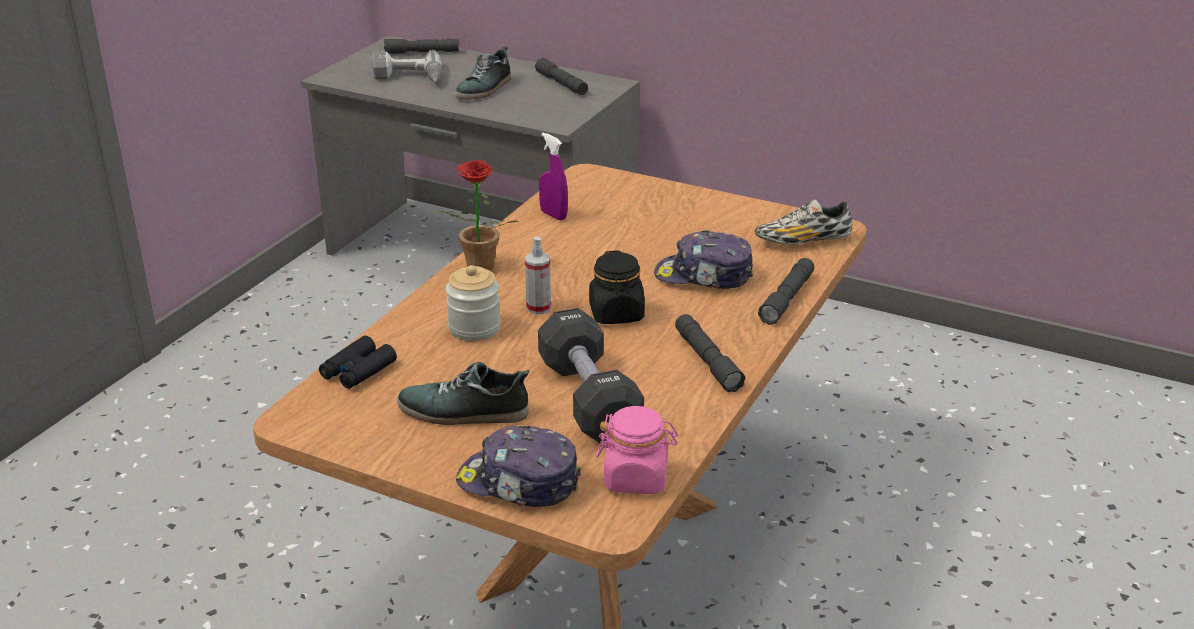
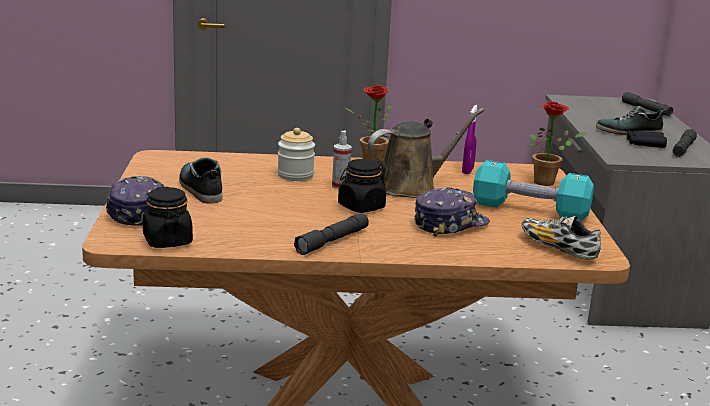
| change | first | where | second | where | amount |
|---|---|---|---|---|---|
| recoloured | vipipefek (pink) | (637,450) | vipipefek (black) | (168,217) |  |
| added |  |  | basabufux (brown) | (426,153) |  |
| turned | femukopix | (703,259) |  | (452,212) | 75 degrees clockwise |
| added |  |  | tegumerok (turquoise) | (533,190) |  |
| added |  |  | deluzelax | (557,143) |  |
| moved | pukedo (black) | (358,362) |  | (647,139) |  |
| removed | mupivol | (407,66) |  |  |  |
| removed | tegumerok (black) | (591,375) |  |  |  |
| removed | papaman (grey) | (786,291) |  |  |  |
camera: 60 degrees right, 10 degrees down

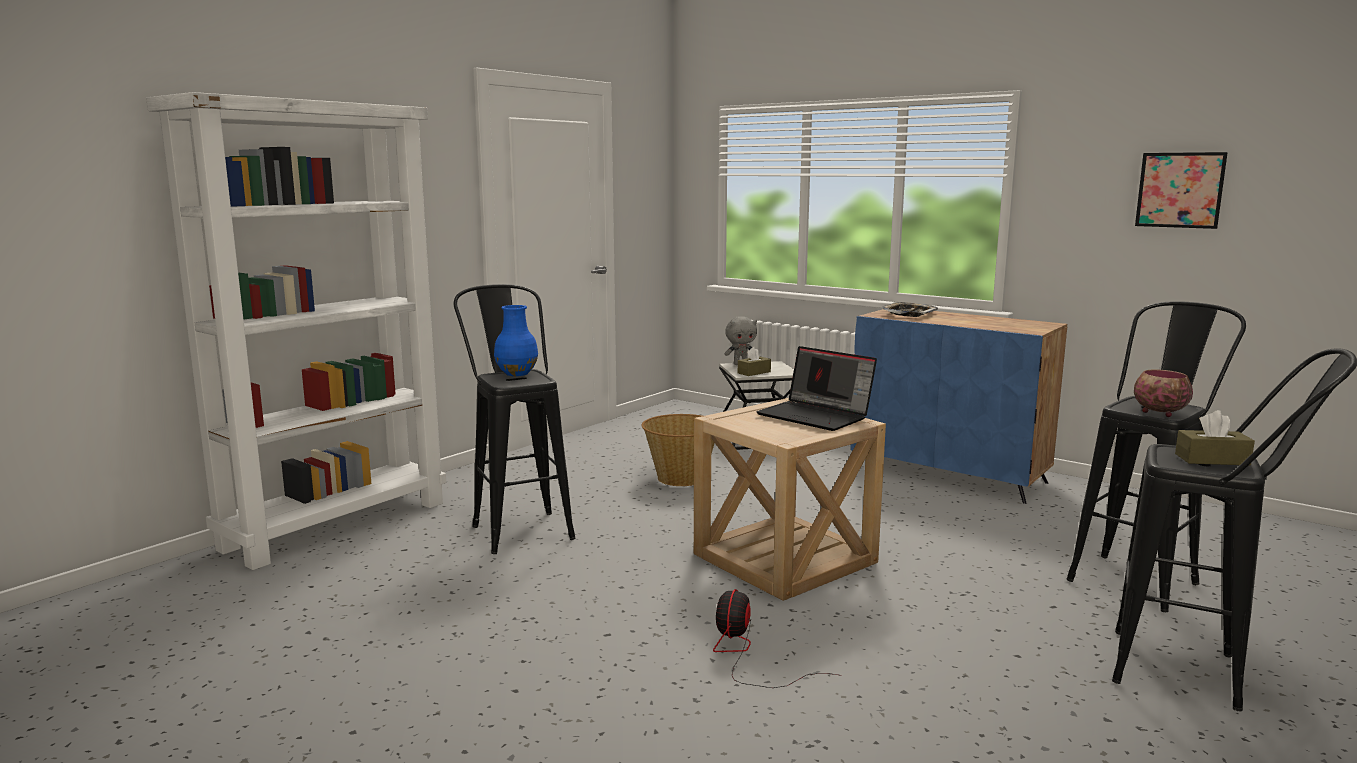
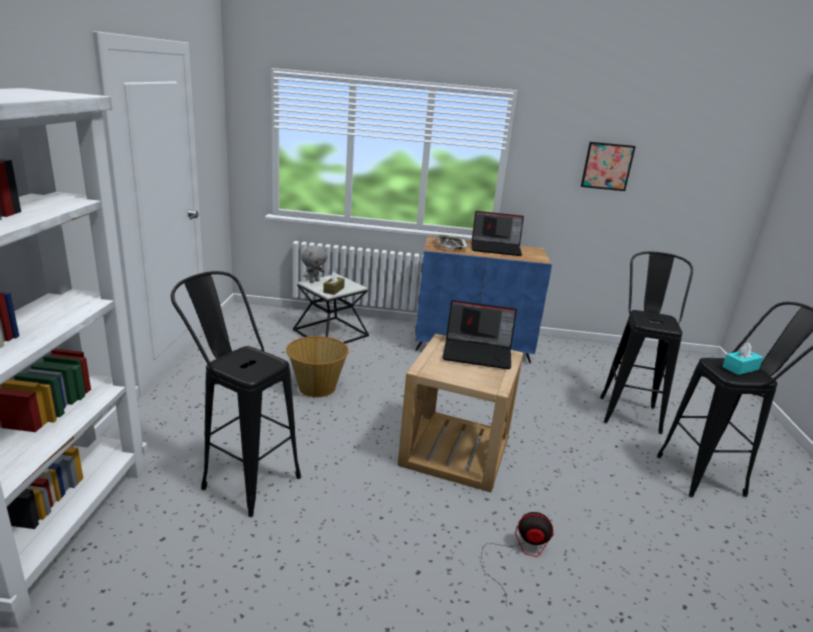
| change | first | where | second | where | amount |
|---|---|---|---|---|---|
| added |  |  | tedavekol | (498,233) |  |
| turned | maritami | (777,638) |  | (517,559) | 120 degrees clockwise |
| recoloured | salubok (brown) | (1215,438) | salubok (turquoise) | (742,358) |  |
| removed | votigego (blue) | (516,340) |  |  |  |
| removed | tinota | (1163,393) |  |  |  |
camera: 35 degrees left, 10 degrees up

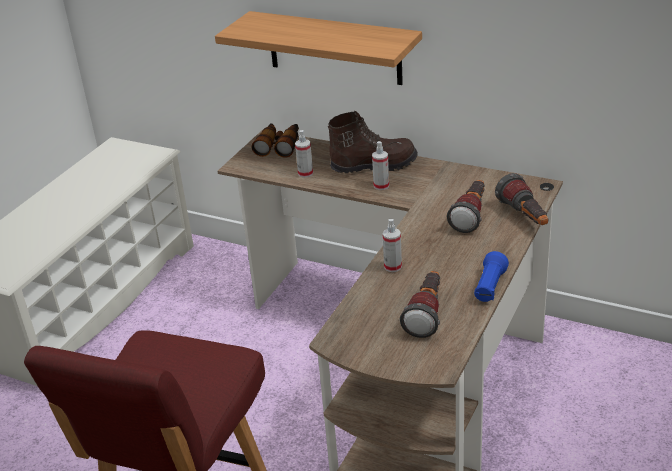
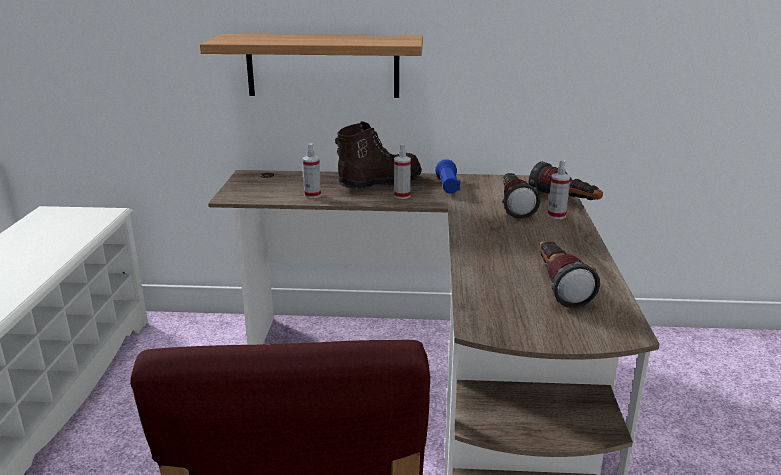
| change | first | where | second | where | amount |
|---|---|---|---|---|---|
| moved | papaman (blue) | (491,276) |  | (447,176) |  |
| moved | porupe | (392,245) |  | (559,189) |  |
| removed | pukedo | (275,140) |  |  |  |
camera: 25 degrees left, 10 degrees down

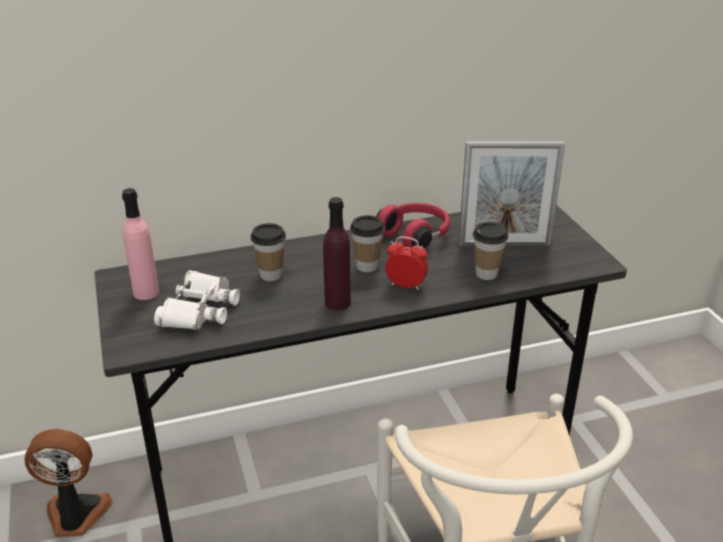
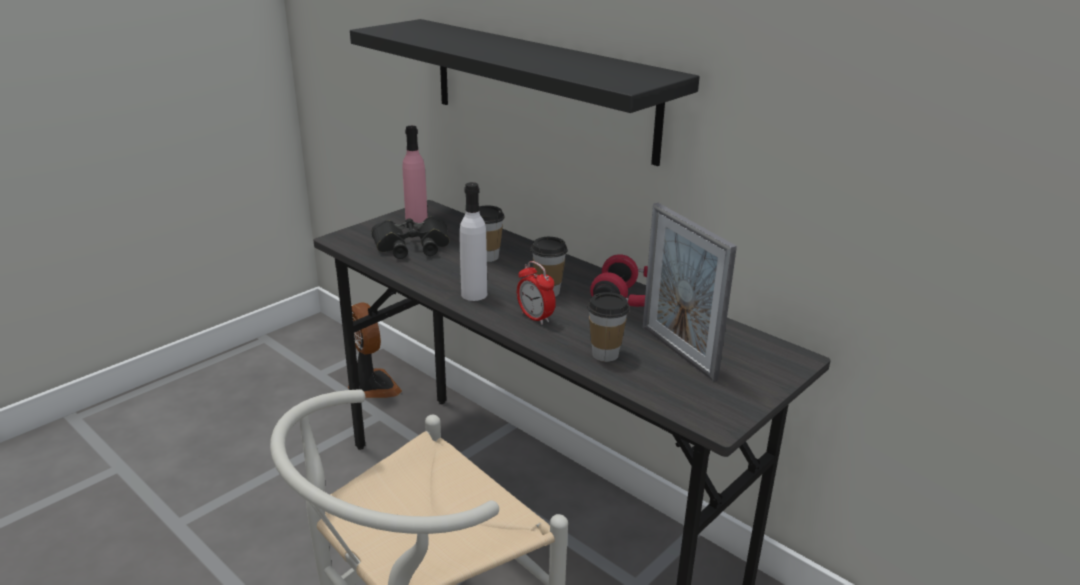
| change | first | where | second | where | amount |
|---|---|---|---|---|---|
| added |  |  | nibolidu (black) | (525,92) |  |
| recoloured | pukedo (white) | (197,300) | pukedo (black) | (411,237) |  |
| recoloured | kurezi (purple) | (337,253) | kurezi (white) | (473,241) |  |
| turned | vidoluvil | (406,263) |  | (536,293) | 150 degrees clockwise |
camera: 60 degrees right, 5 degrees down

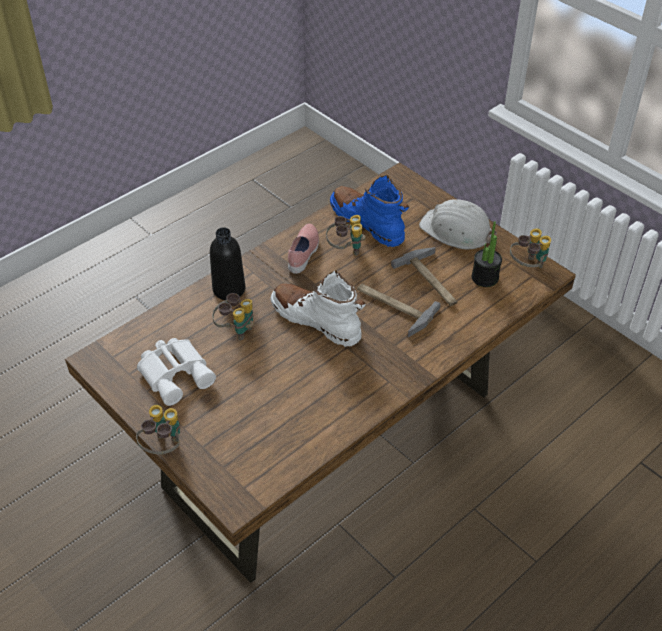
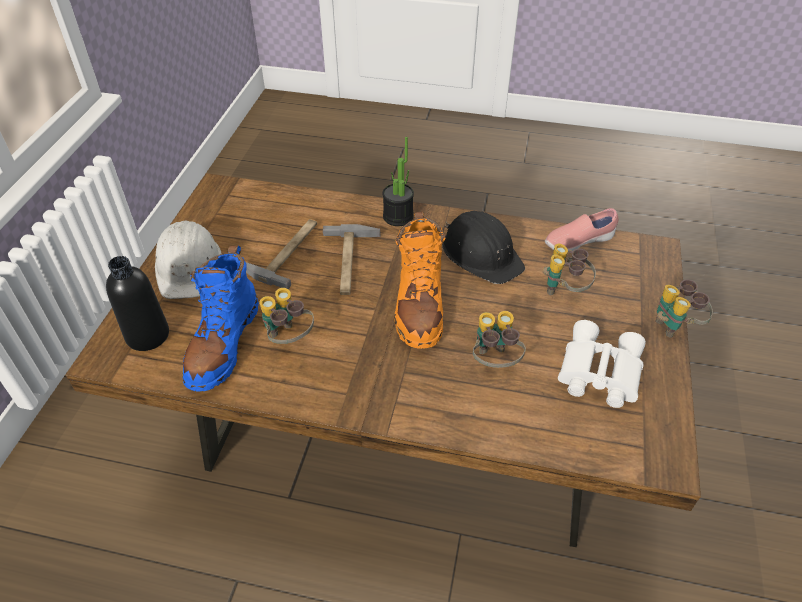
| change | first | where | second | where | amount |
|---|---|---|---|---|---|
| moved | kurezi (black) | (227,263) |  | (137,303) |  |
| moved | deluzelax | (487,254) |  | (398,181) |  |
| recoloured | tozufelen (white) | (317,309) | tozufelen (orange) | (420,280) |  |
| added |  |  | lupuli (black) | (483,247) |  |
| moved | pukedo | (530,248) |  | (569,269) |  |
| moved | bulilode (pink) | (303,249) |  | (582,229) |  |
camera: 125 degrees left, 0 degrees up

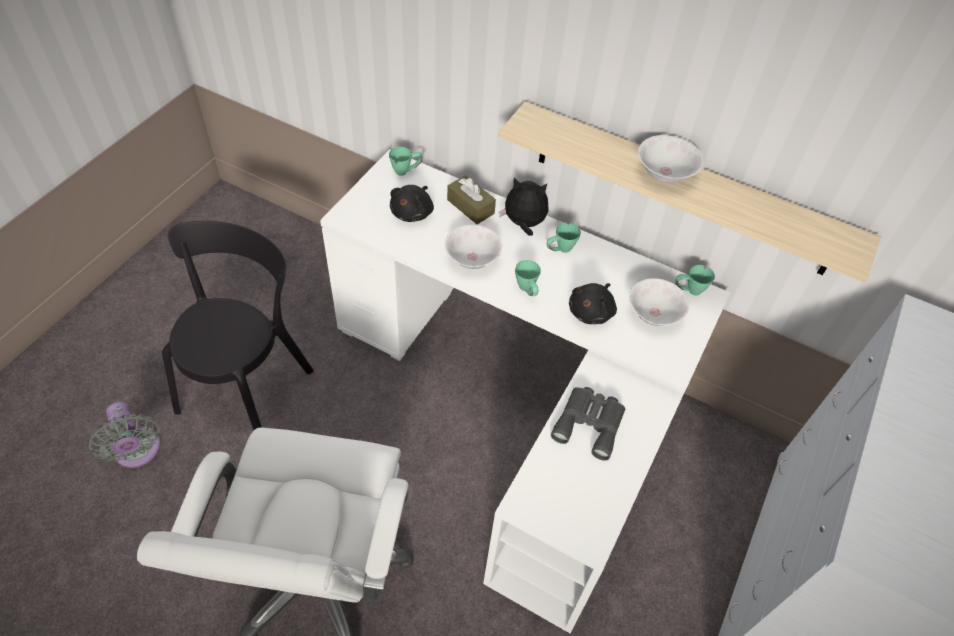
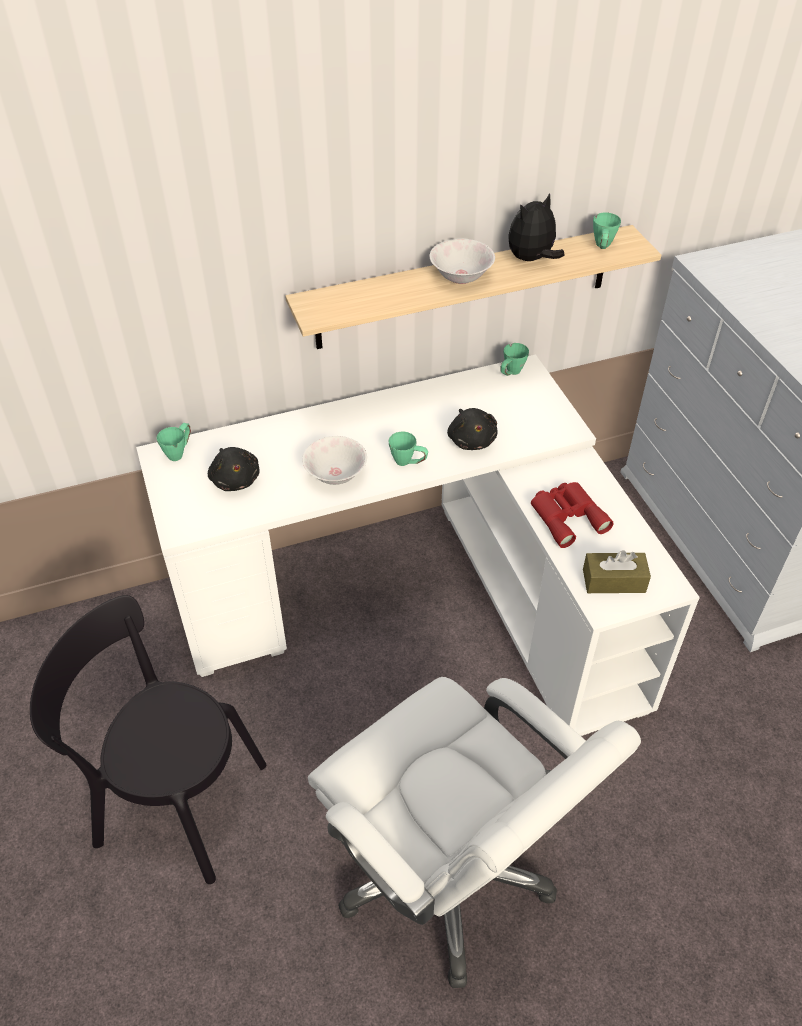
| change | first | where | second | where | amount |
|---|---|---|---|---|---|
| turned | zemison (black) | (238,325) |  | (148,739) | 45 degrees counterclockwise |
| moved | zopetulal | (523,206) |  | (536,227) |  |
| recoloured | pukedo (grey) | (588,424) | pukedo (red) | (572,515) |  |
| moved | salubok (brown) | (471,199) |  | (617,571) |  |
| moved | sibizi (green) | (564,237) |  | (607,231) |  |
| removed | maritami (grey) | (125,435) |  |  |  |
| removed | tinota (white) | (659,302) |  |  |  |
camera: 45 degrees left, 5 degrees down

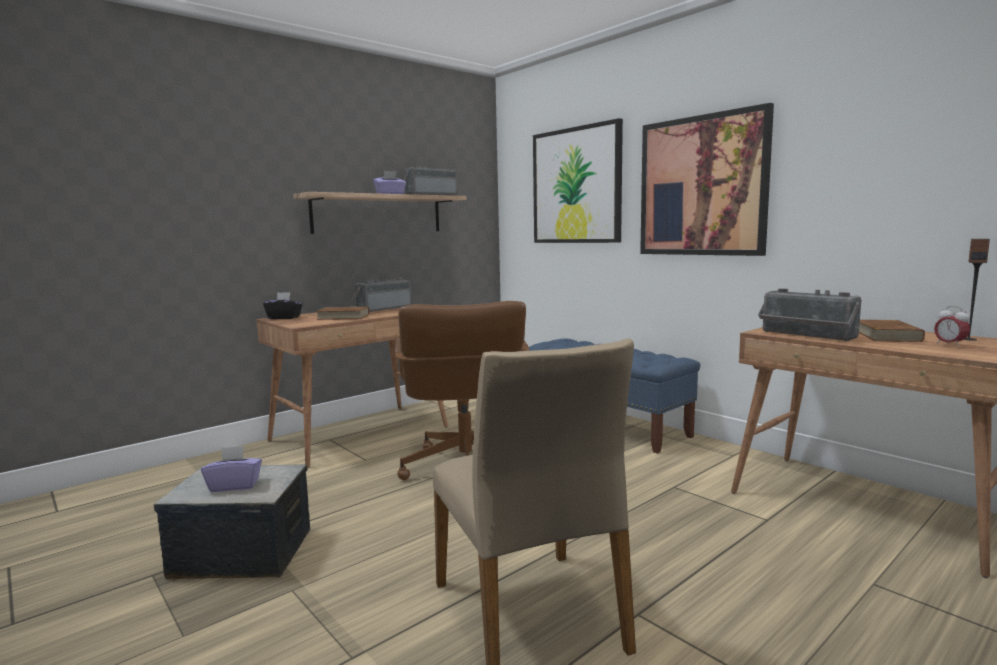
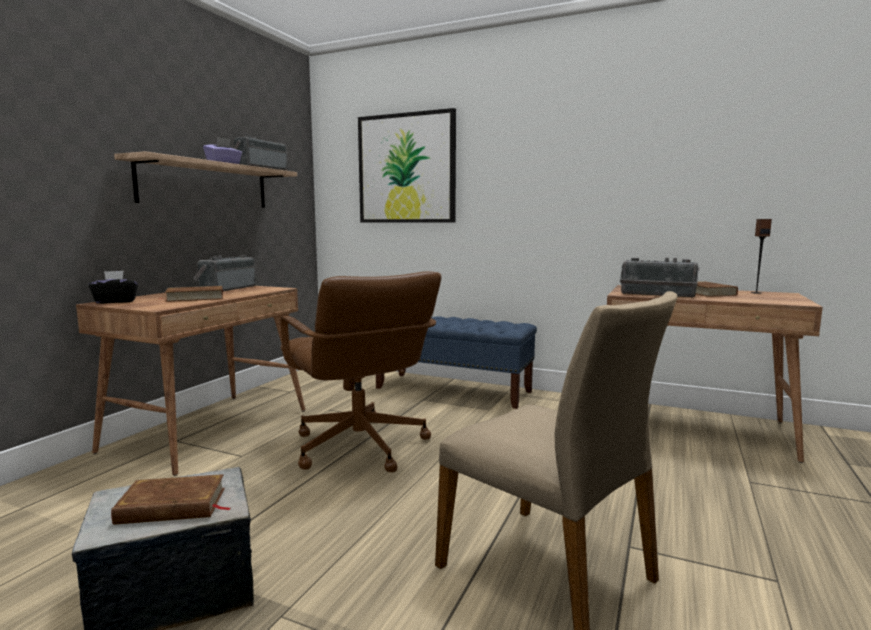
| change | first | where | second | where | amount |
|---|---|---|---|---|---|
| replaced | salubok (purple) | (231,469) | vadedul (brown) | (170,499) |  |
| removed | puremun | (707,179) |  |  |  |
| removed | vidoluvil | (952,326) |  |  |  |
camera: 25 degrees left, 0 degrees up

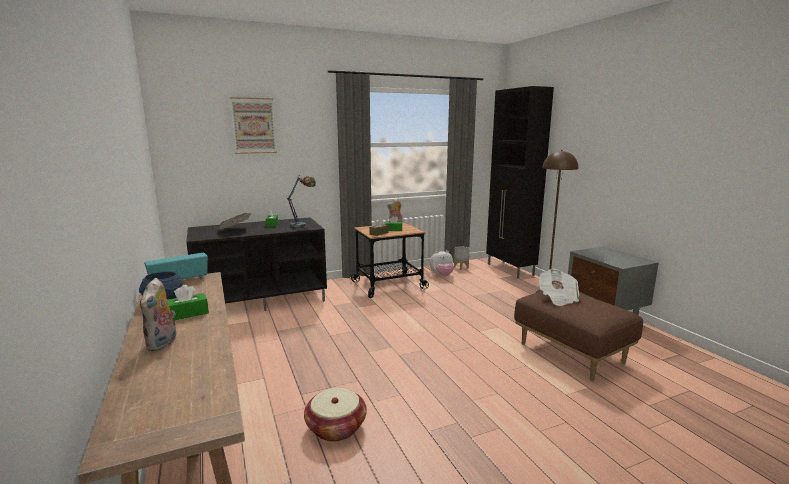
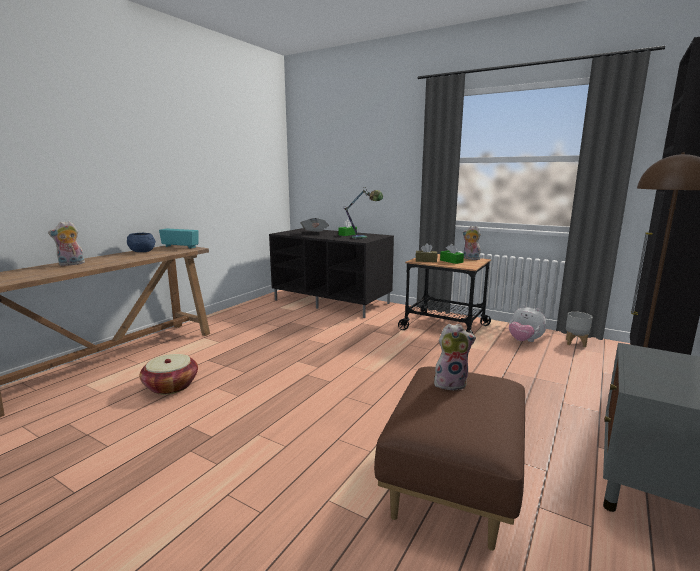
| change | first | where | second | where | amount |
|---|---|---|---|---|---|
| replaced | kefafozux | (558,287) | zopetulal | (455,357) |  |
| removed | salubok (green) | (188,302) |  |  |  |
| removed | puremun | (253,125) |  |  |  |
camera: 55 degrees right, 0 degrees up

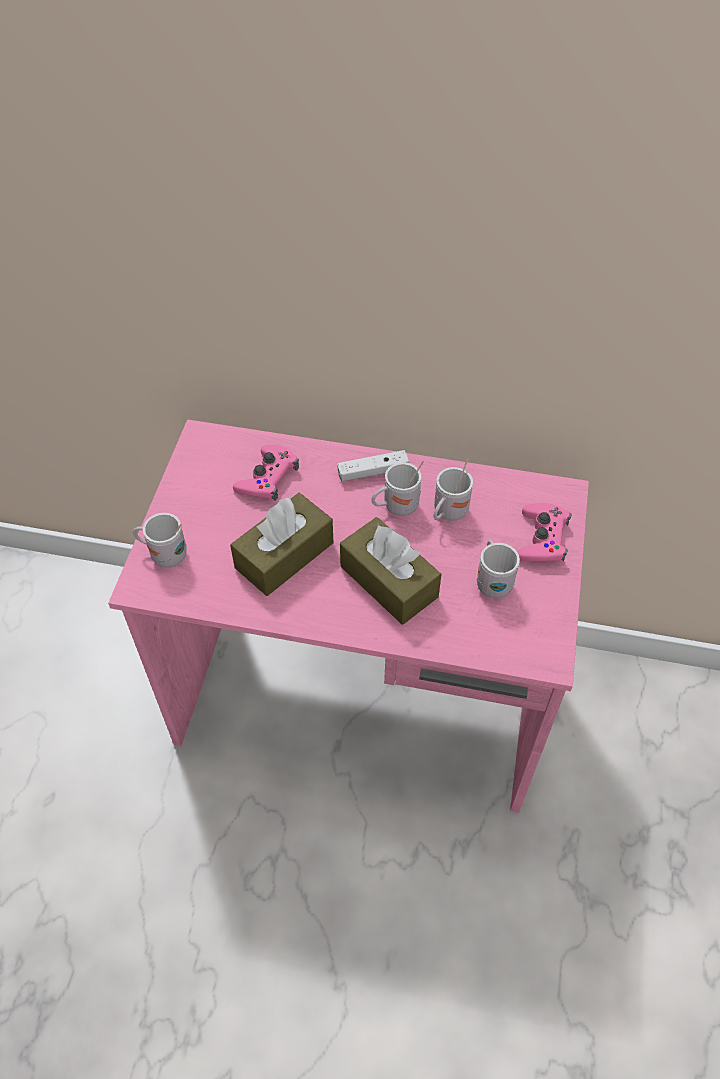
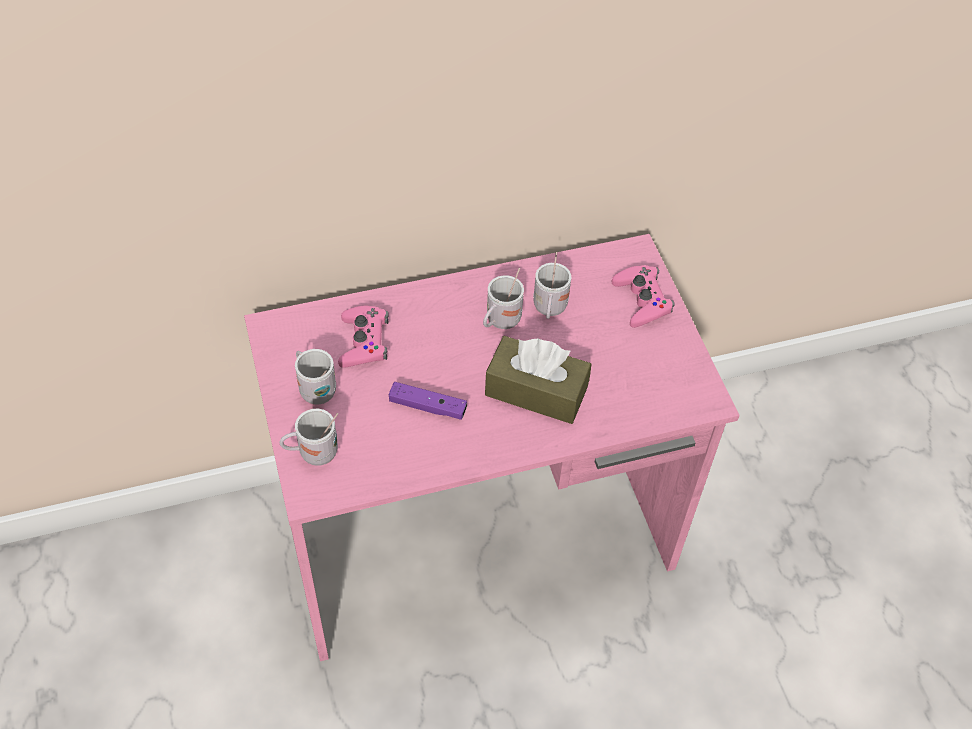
| change | first | where | second | where | amount |
|---|---|---|---|---|---|
| moved | sibizi (white) | (498,569) |  | (315,377) |  |
| replaced | salubok (brown) | (281,544) | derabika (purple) | (428,401) |  |
| removed | derabika (white) | (373,466) |  |  |  |
camera: 30 degrees left, 0 degrees up

